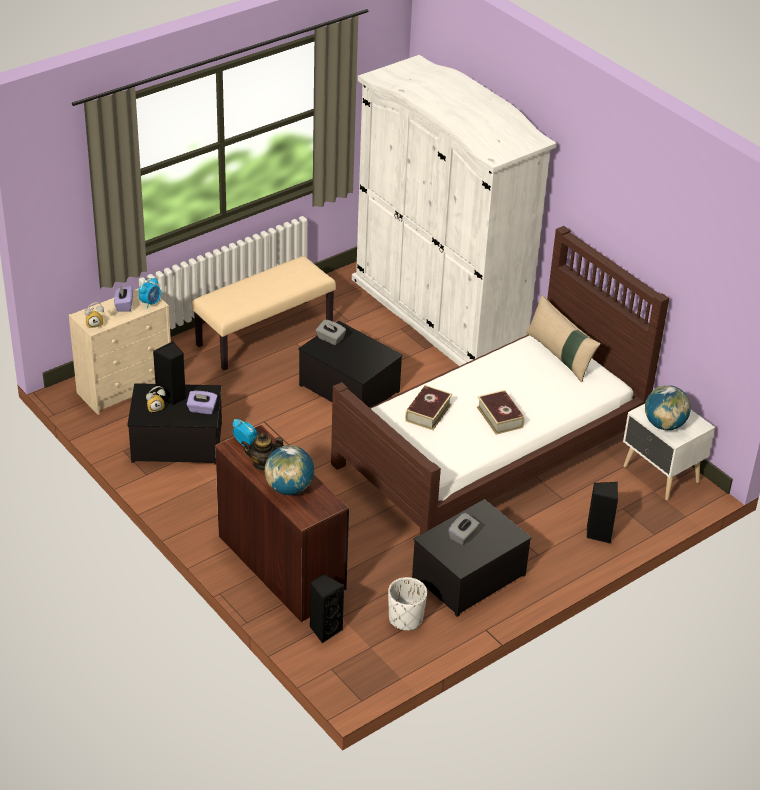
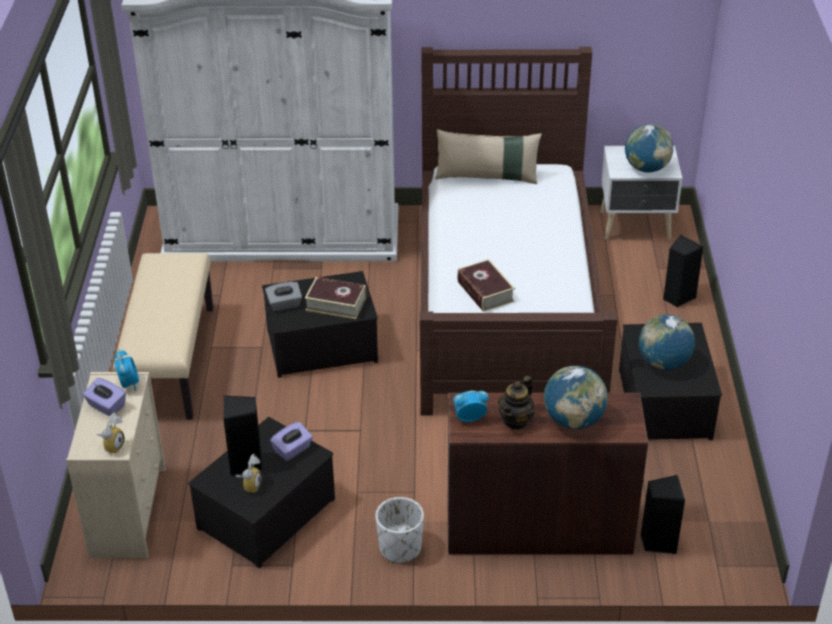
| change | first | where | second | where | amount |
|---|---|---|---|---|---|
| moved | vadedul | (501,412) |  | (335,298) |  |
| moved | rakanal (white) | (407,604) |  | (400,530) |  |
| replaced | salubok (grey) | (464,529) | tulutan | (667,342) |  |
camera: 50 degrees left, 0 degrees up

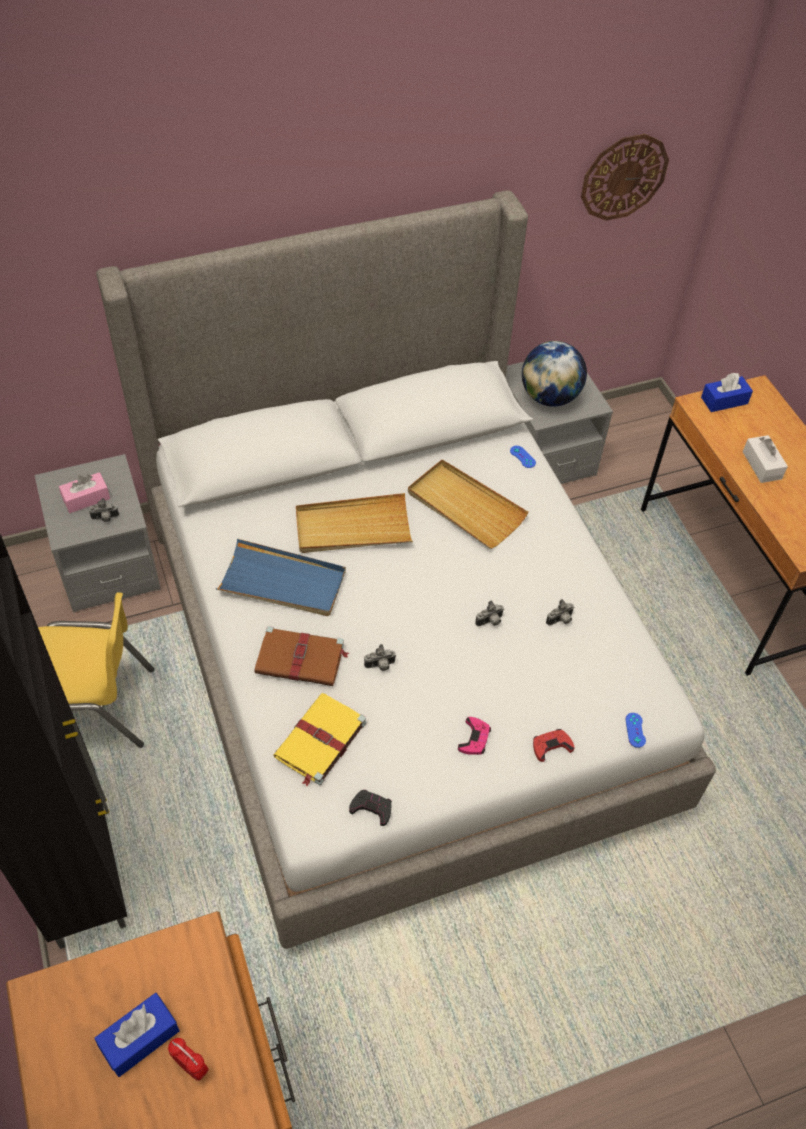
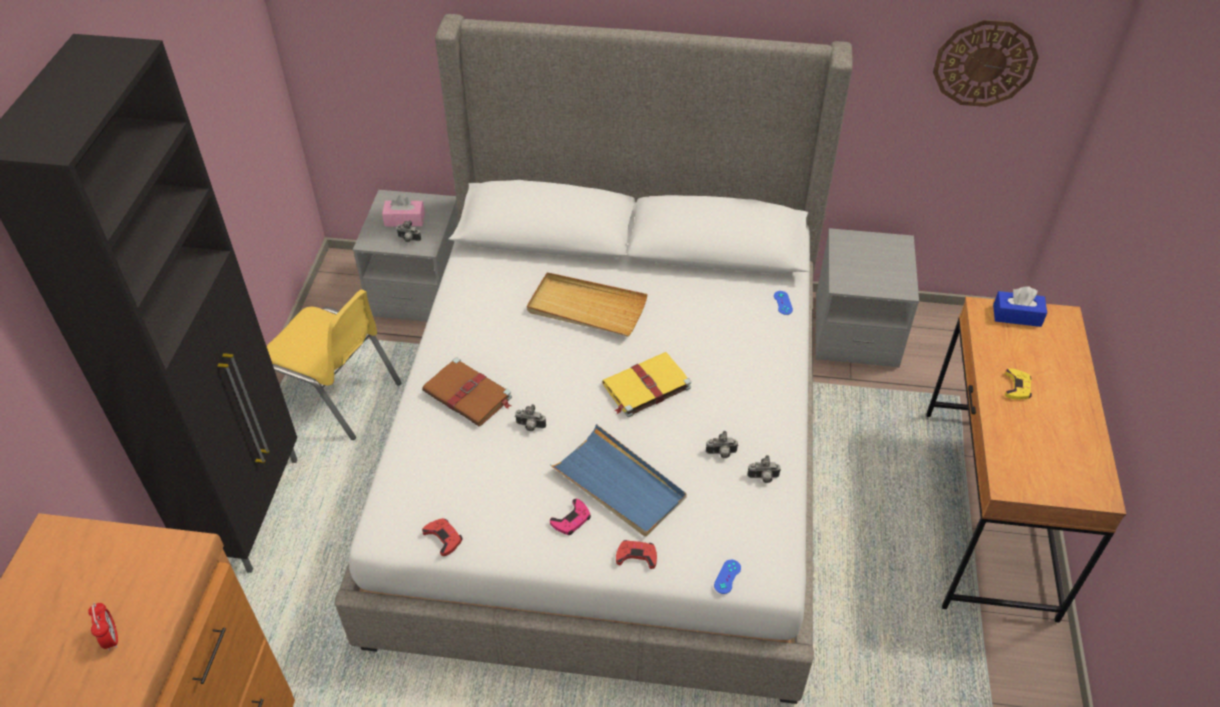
| change | first | where | second | where | amount |
|---|---|---|---|---|---|
| recoloured | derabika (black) | (370,808) | derabika (red) | (442,537) |  |
| moved | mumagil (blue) | (280,577) |  | (618,480) |  |
| moved | vadedul (yellow) | (319,739) |  | (646,384) |  |
| moved | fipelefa | (489,613) |  | (764,469) |  |
| replaced | salubok (white) | (765,459) | derabika (yellow) | (1018,384) |  |
| removed | salubok (blue) | (137,1035) |  |  |  |
| removed | mumagil (beige) | (468,504) |  |  |  |
| removed | tulutan | (554,374) |  |  |  |
camera: 30 degrees right, 5 degrees down

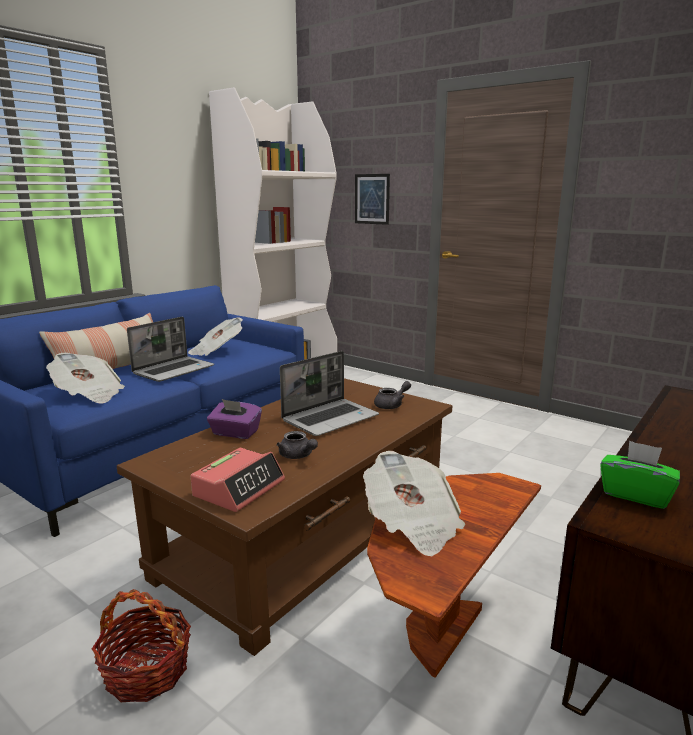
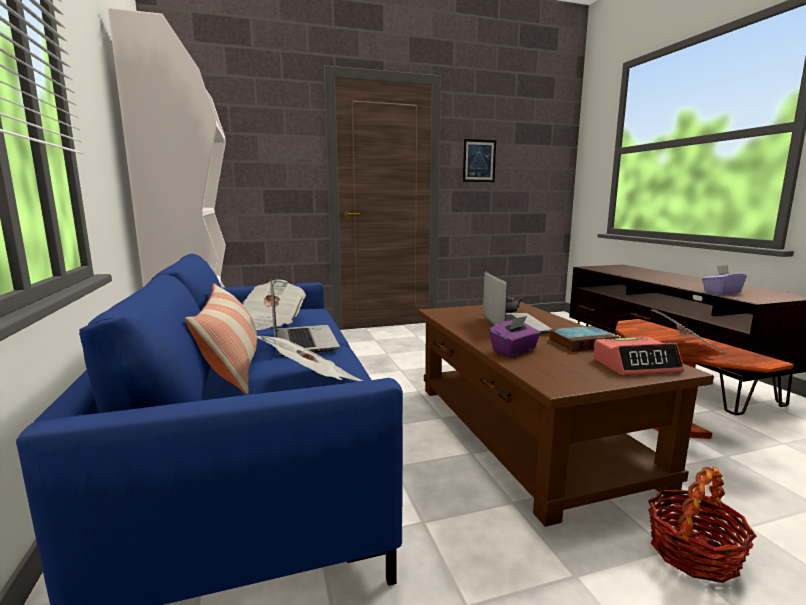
| change | first | where | second | where | amount |
|---|---|---|---|---|---|
| moved | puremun | (372,199) |  | (479,160) |  |
| replaced | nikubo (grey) | (297,445) | vadedul | (584,339) |  |
| turned | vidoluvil | (238,480) |  | (638,356) | 105 degrees clockwise |
| recoloured | salubok (green) | (640,474) | salubok (purple) | (724,280) |  |
camera: 55 degrees left, 5 degrees down

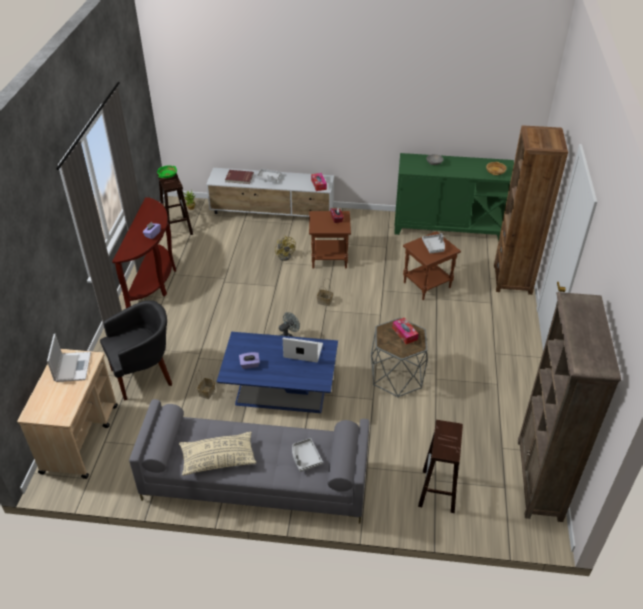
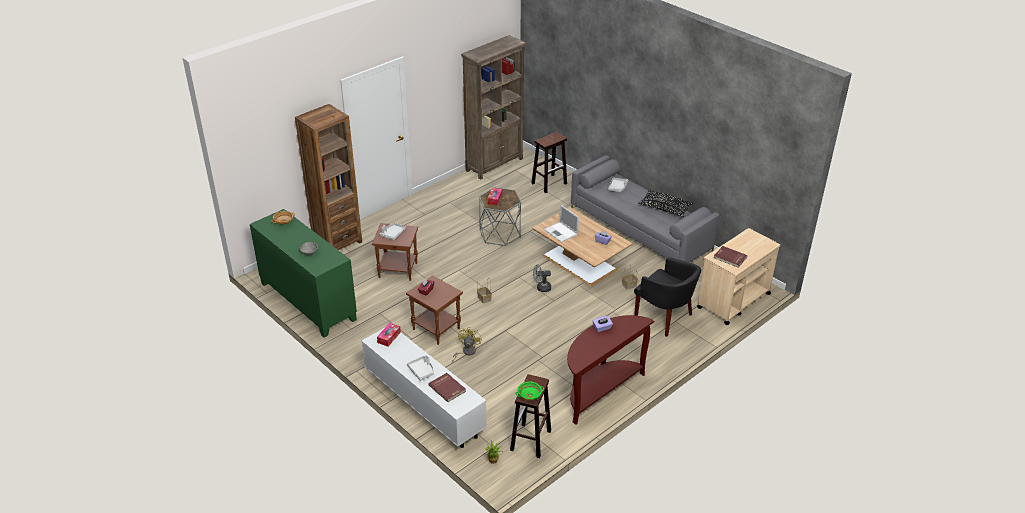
| change | first | where | second | where | amount |
|---|---|---|---|---|---|
| recoloured | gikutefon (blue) | (277,372) | gikutefon (brown) | (582,246) |  |
| turned | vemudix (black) | (136,350) |  | (667,297) | 150 degrees counterclockwise |
| recoloured | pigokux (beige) | (217,453) | pigokux (black) | (665,203) |  |
| replaced | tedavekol | (69,358) | vadedul (red) | (731,257) |  |
camera: 140 degrees left, 5 degrees down

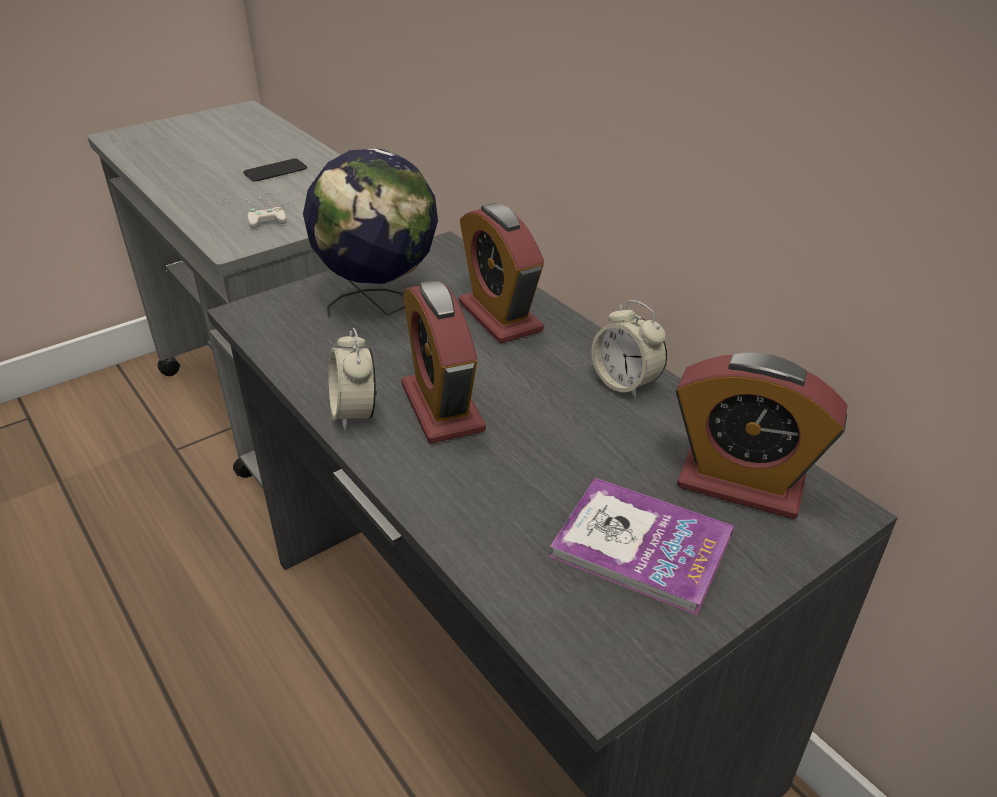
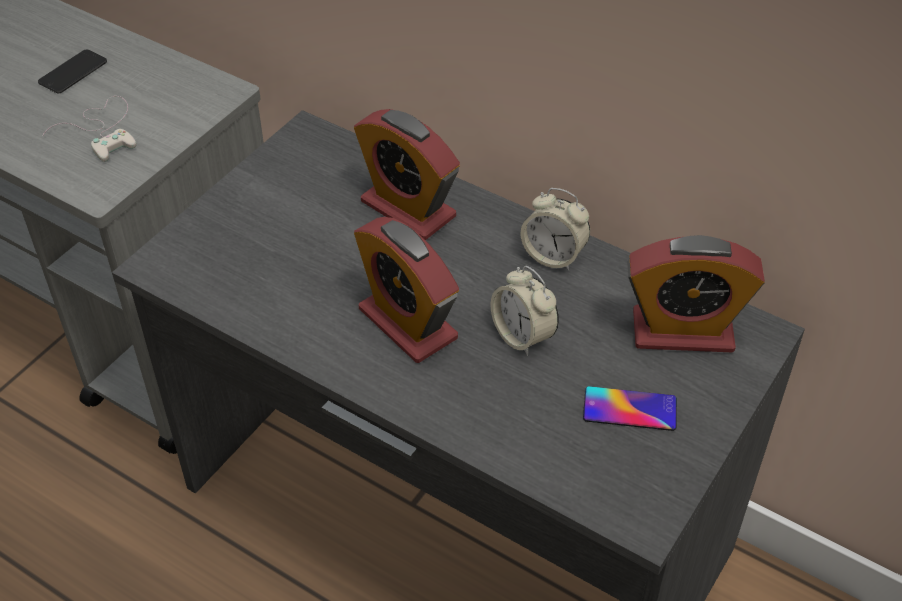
| change | first | where | second | where | amount |
|---|---|---|---|---|---|
| moved | vidoluvil | (352,379) |  | (525,311) |  |
| replaced | vadedul | (642,546) | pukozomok | (630,408) |  |
| removed | tulutan | (370,233) |  |  |  |
camera: 20 degrees left, 10 degrees up

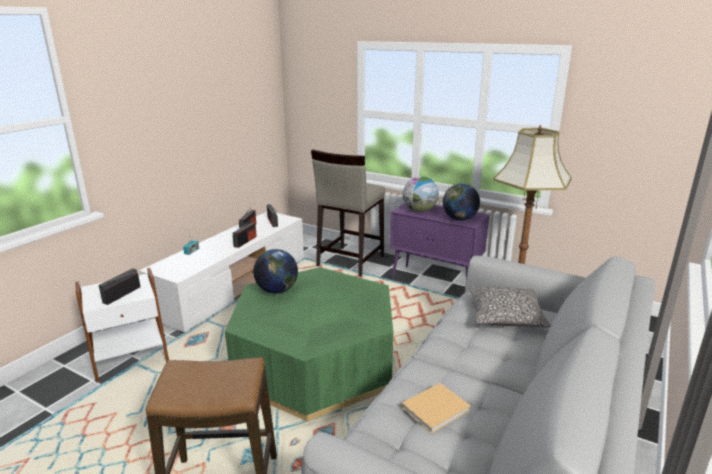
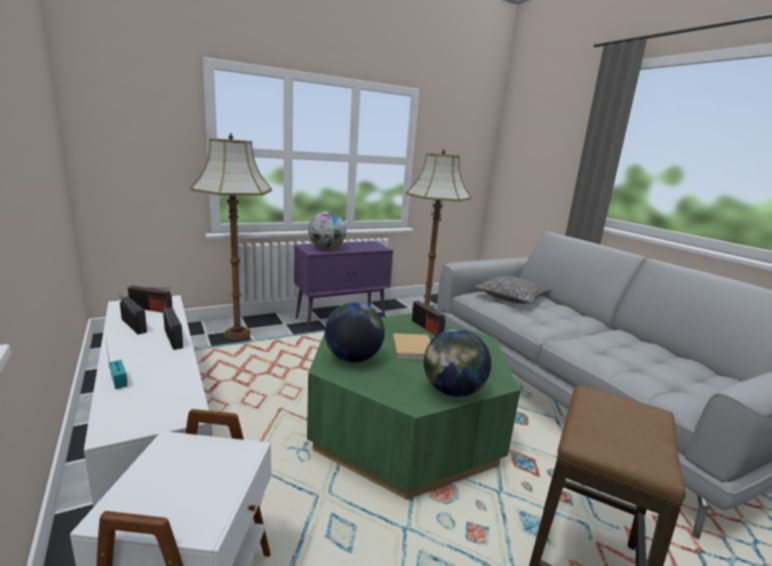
| change | first | where | second | where | amount |
|---|---|---|---|---|---|
| replaced | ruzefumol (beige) | (348,213) | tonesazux | (231,236) |  |
| moved | vadedul (beige) | (436,408) |  | (412,346) |  |
| moved | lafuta | (119,286) |  | (429,318) |  |
| moved | tulutan | (461,202) |  | (457,363) |  |
camera: 60 degrees left, 5 degrees down

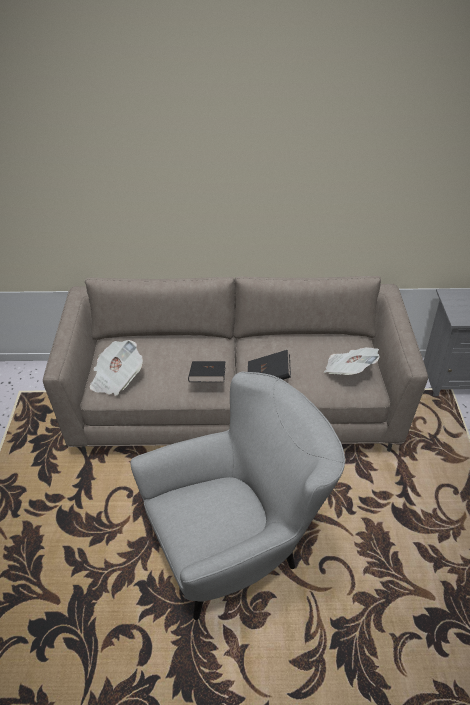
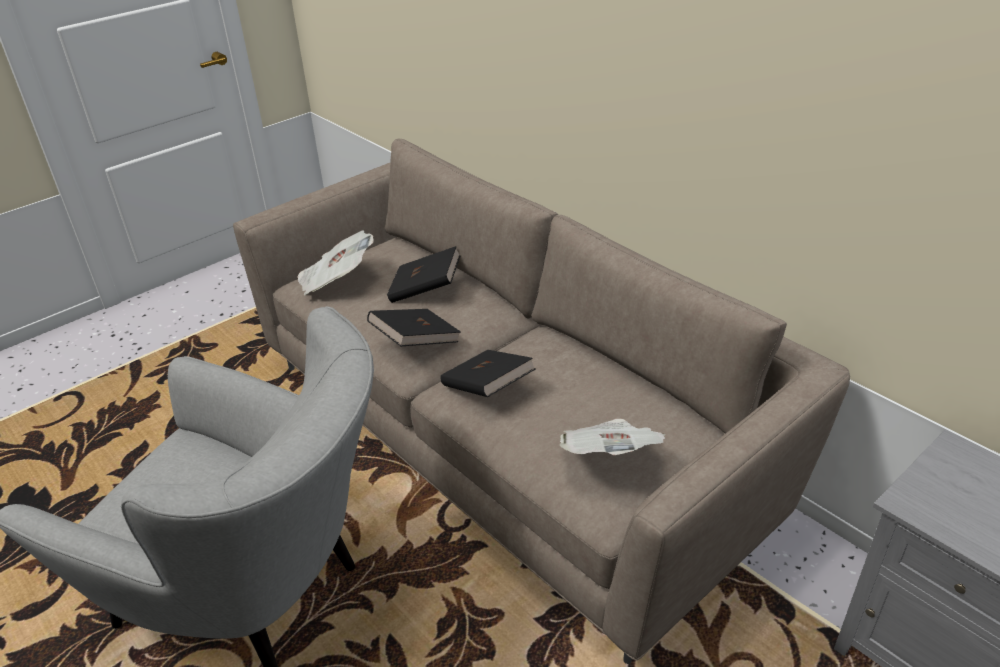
| change | first | where | second | where | amount |
|---|---|---|---|---|---|
| added |  |  | vadedul (black) | (423,274) |  |
camera: 50 degrees right, 5 degrees down

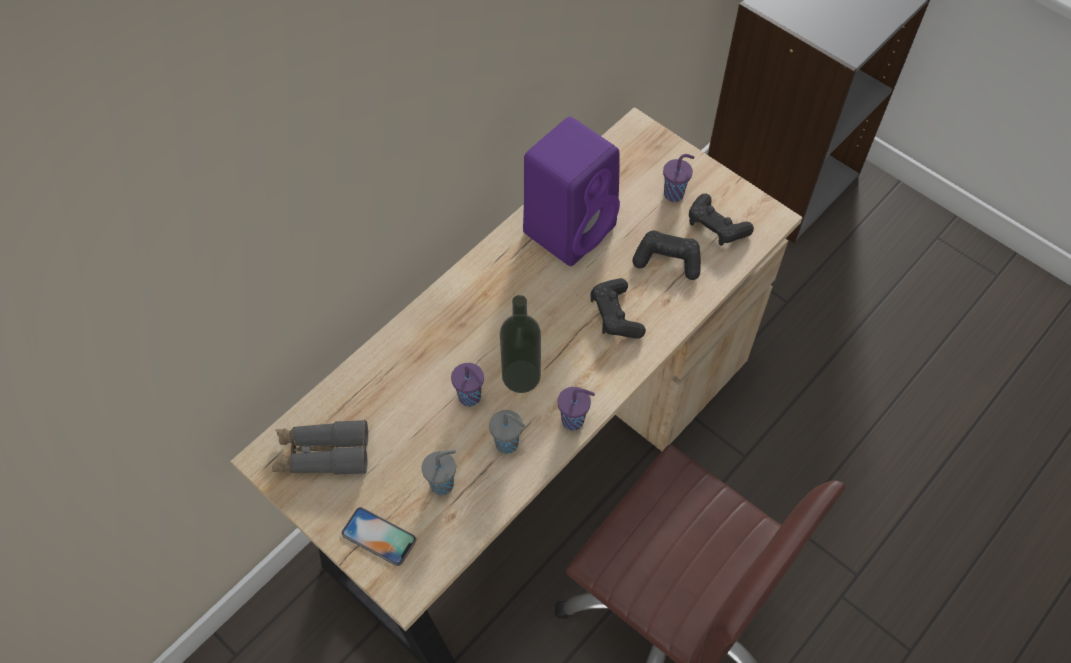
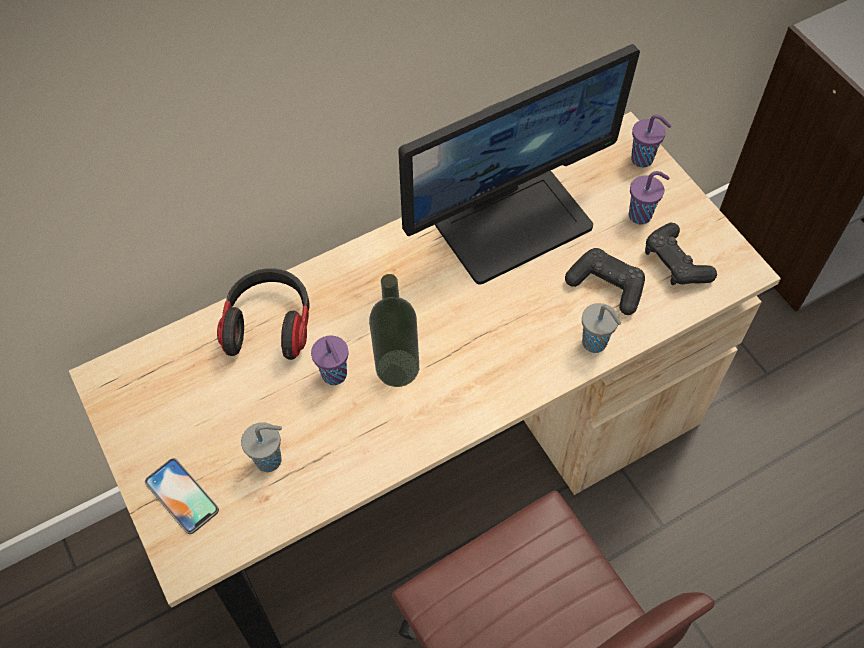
| change | first | where | second | where | amount |
|---|---|---|---|---|---|
| added |  |  | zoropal | (263,314) |  |
| replaced | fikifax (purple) | (571,191) | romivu | (519,164) |  |
| moved | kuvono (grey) | (507,432) |  | (601,328) |  |
| moved | kuvono (purple) | (576,409) |  | (651,141) |  |
| removed | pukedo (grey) | (320,447) |  |  |  |
| removed | derabika (black) | (618,308) |  |  |  |
camera: 20 degrees right, 0 degrees up

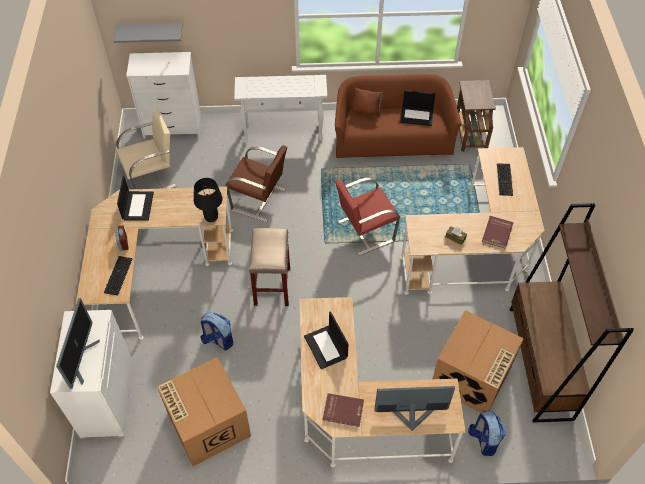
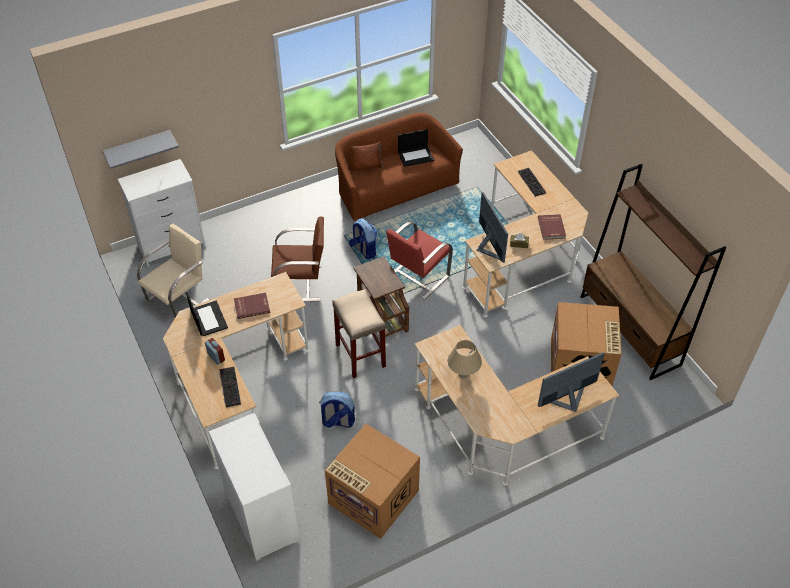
| change | first | where | second | where | amount |
|---|---|---|---|---|---|
| moved | vadedul (red) | (343,410) |  | (252,306) |  |
| moved | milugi | (486,433) |  | (363,238) |  |
| moved | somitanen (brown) | (476,115) |  | (381,296) |  |
| replaced | tedavekol | (326,340) | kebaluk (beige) | (464,359) |  |
| moved | romivu | (78,343) |  | (492,227) |  |
| removed | kebaluk (black) | (208,200) |  |  |  |
| removed | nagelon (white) | (280,109) |  |  |  |
camera: 25 degrees left, 5 degrees down

